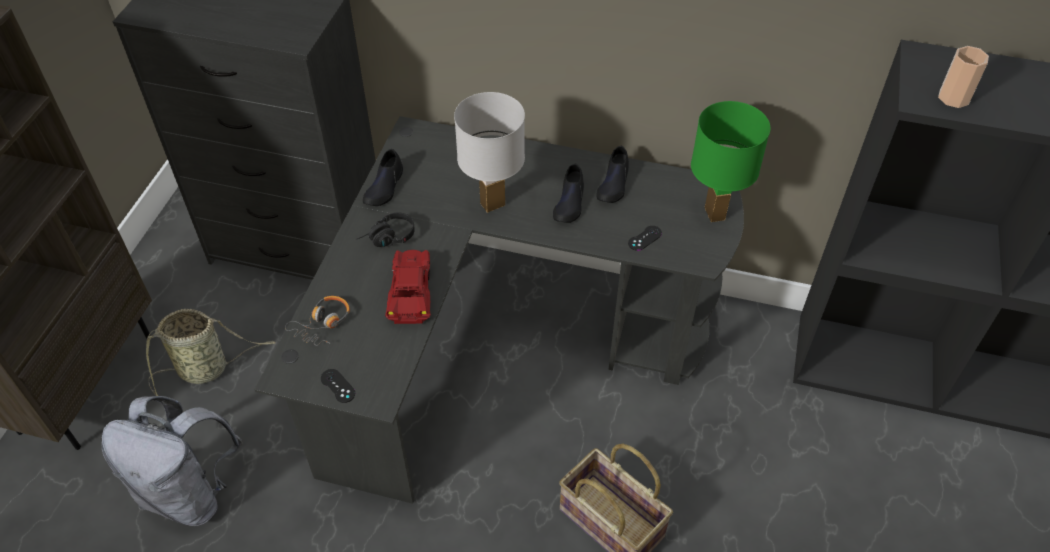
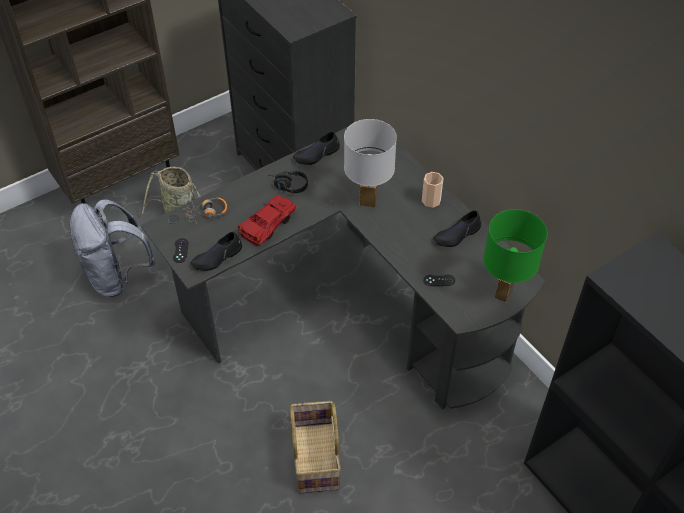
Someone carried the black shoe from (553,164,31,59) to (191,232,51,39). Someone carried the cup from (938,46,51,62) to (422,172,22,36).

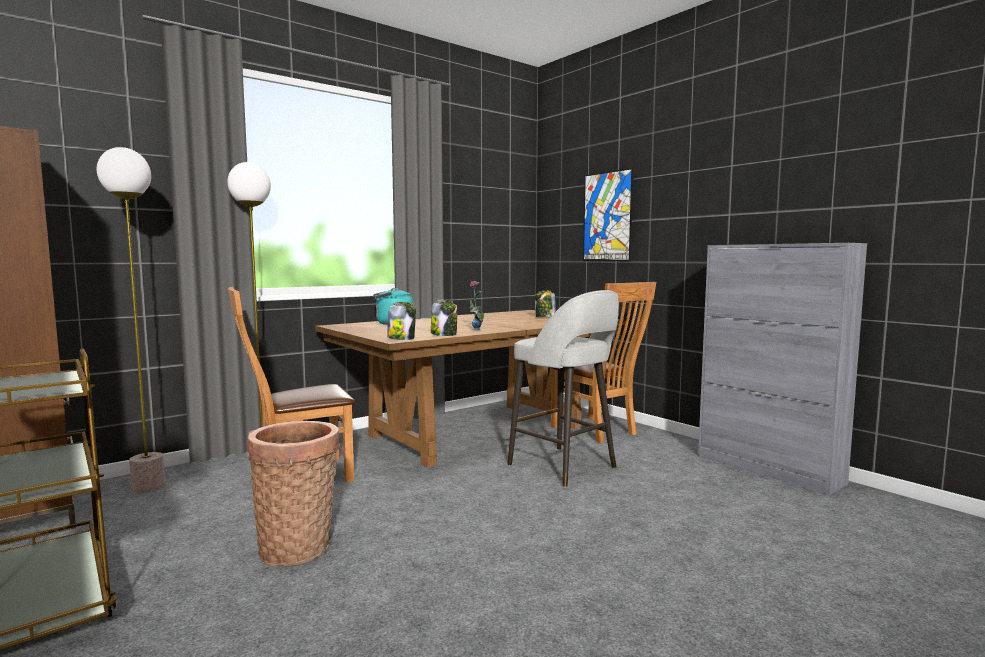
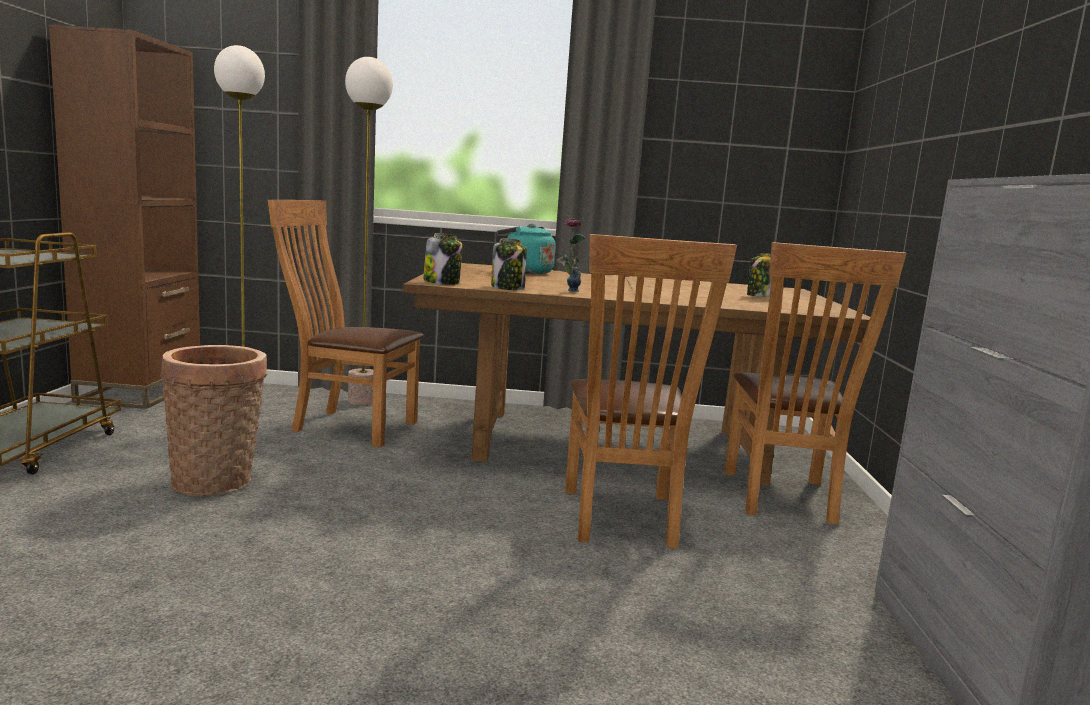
Someone took away the picture at (583,168,51,93). Someone swapped the grey stool at (507,290,112,197) for the brown chair at (565,234,172,314).

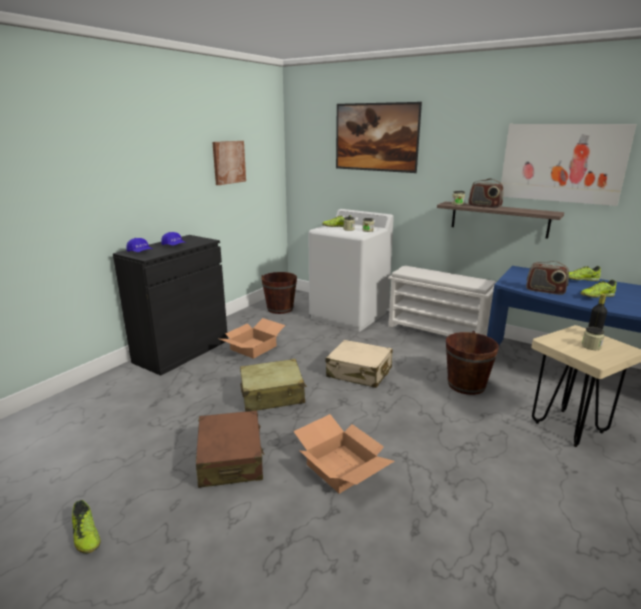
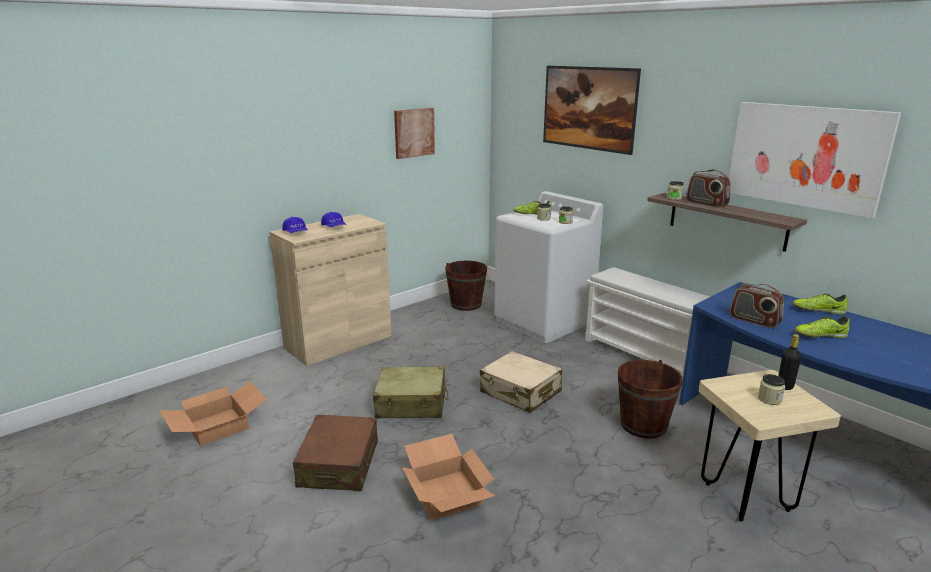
Someone took away the shoe at (72,500,28,54). Someone carried the cardboard box from (220,318,65,41) to (159,381,108,65). Someone repainted the black cabinet at (113,235,115,141), which became the beige cabinet at (269,214,123,152).

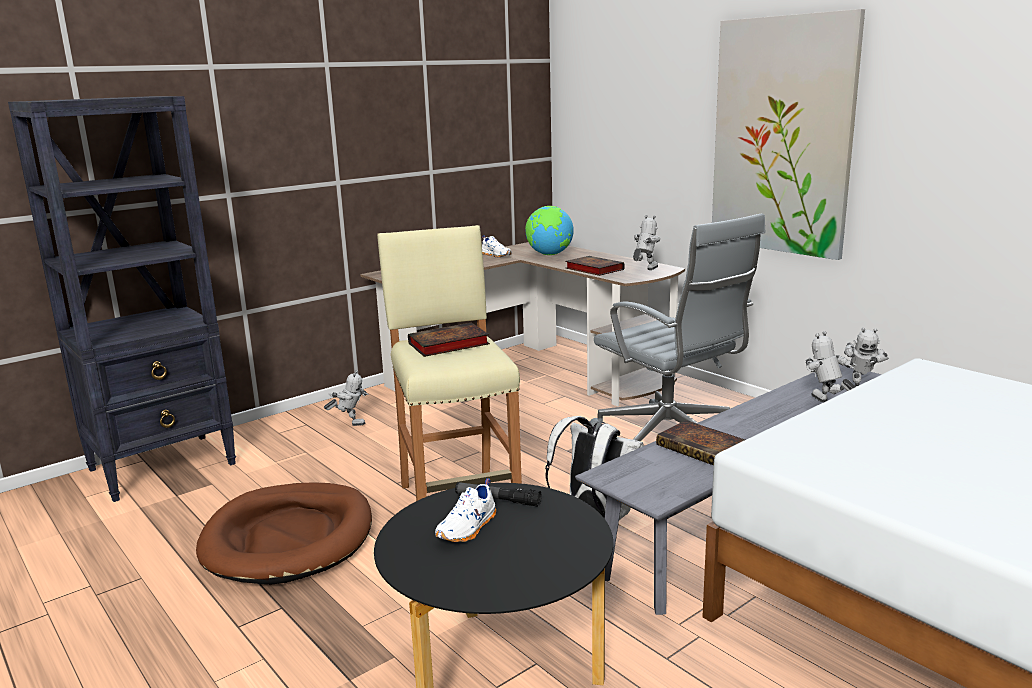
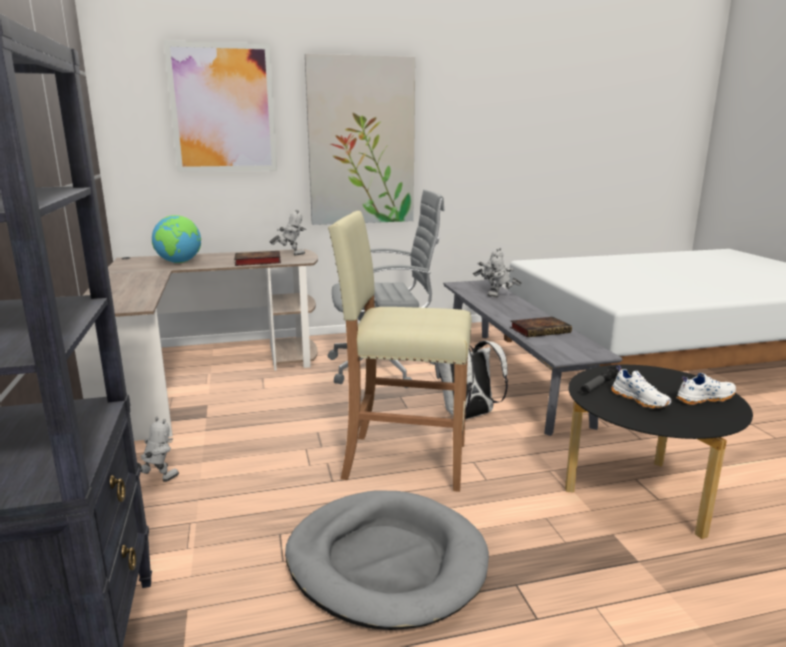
Someone took away the book at (408,323,82,34). Someone put up the picture at (164,40,113,132). Someone carried the white shoe from (482,235,30,23) to (676,373,60,32). Someone repainted the brown dog bed at (196,482,176,103), which became the grey dog bed at (285,491,204,139). Someone rotated the toy robot at (633,215,27,55) by 105 degrees clockwise.

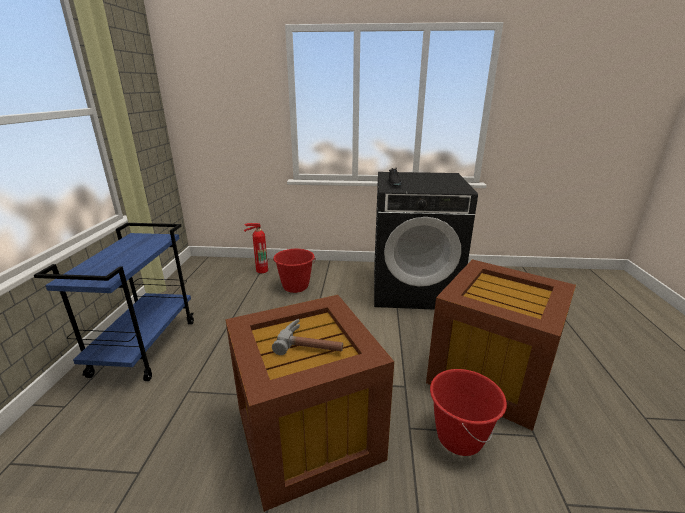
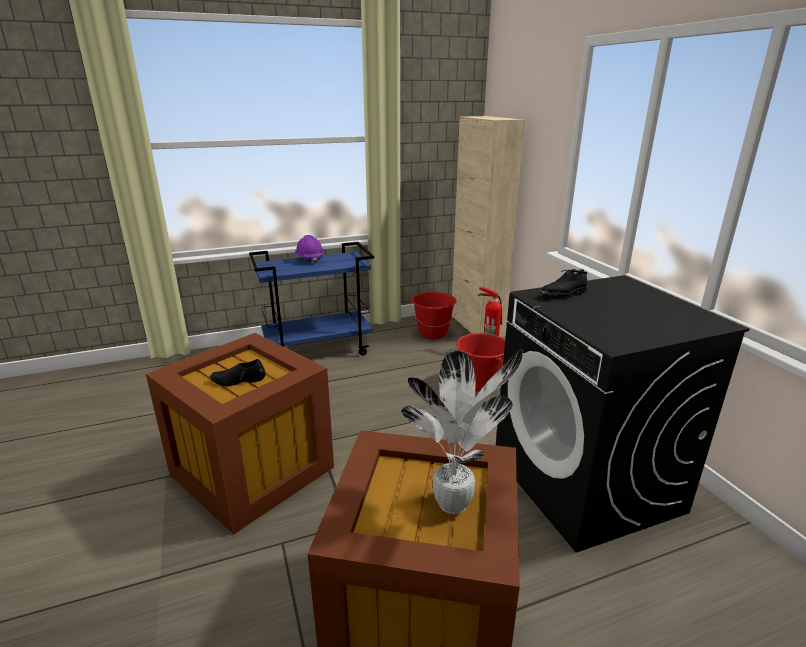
Someone put down the purple hard hat at (295,235,29,29). Someone put down the potted plant at (401,348,122,166). Someone put down the beige cabinet at (451,116,74,221). Someone carried the red bucket from (430,369,77,87) to (411,292,46,47). Someone swapped the hammer at (272,319,71,36) for the black shoe at (210,359,56,27).

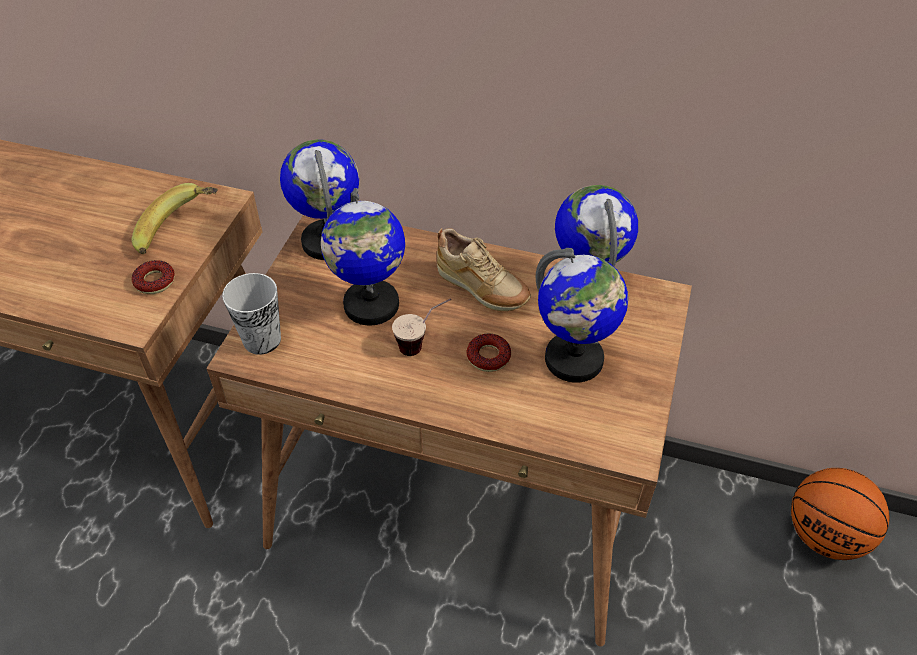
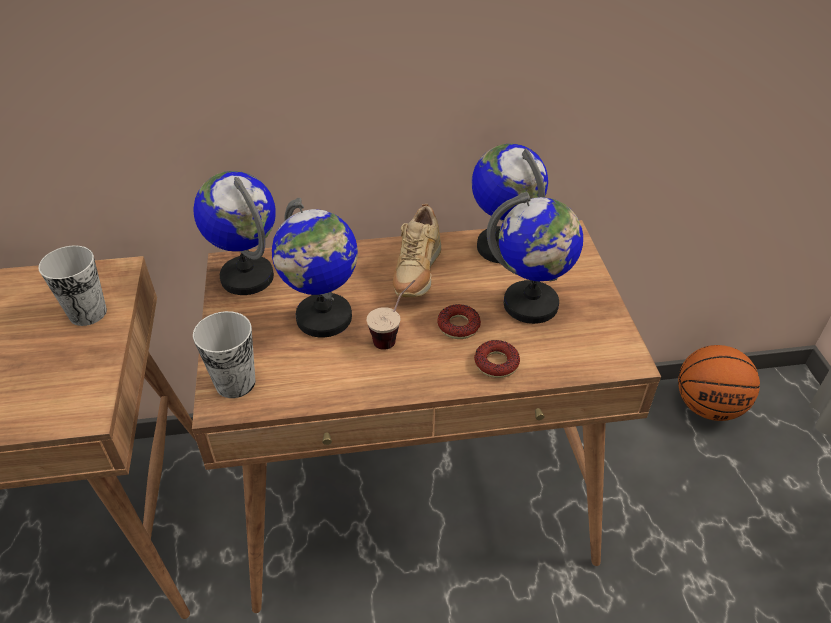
Someone carried the donut from (132,260,43,34) to (474,340,46,38). Someone swapped the banana at (131,183,87,71) for the cup at (38,245,69,81). Someone rotated the beige shoe at (437,228,94,83) by 90 degrees clockwise.

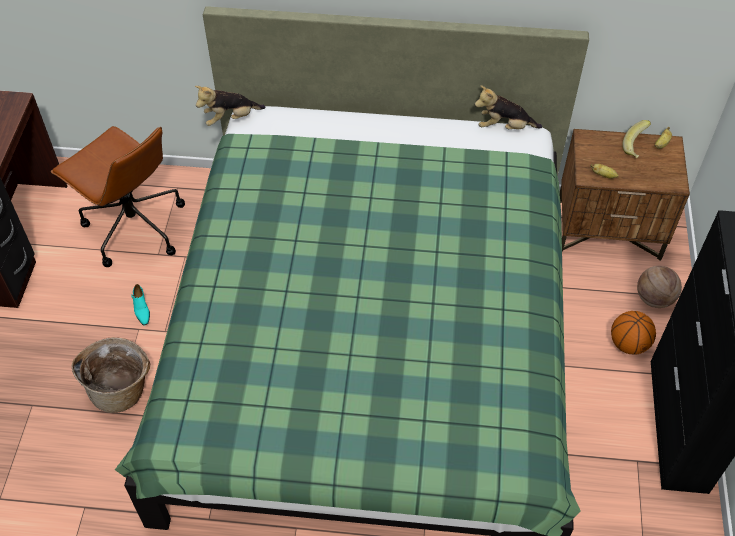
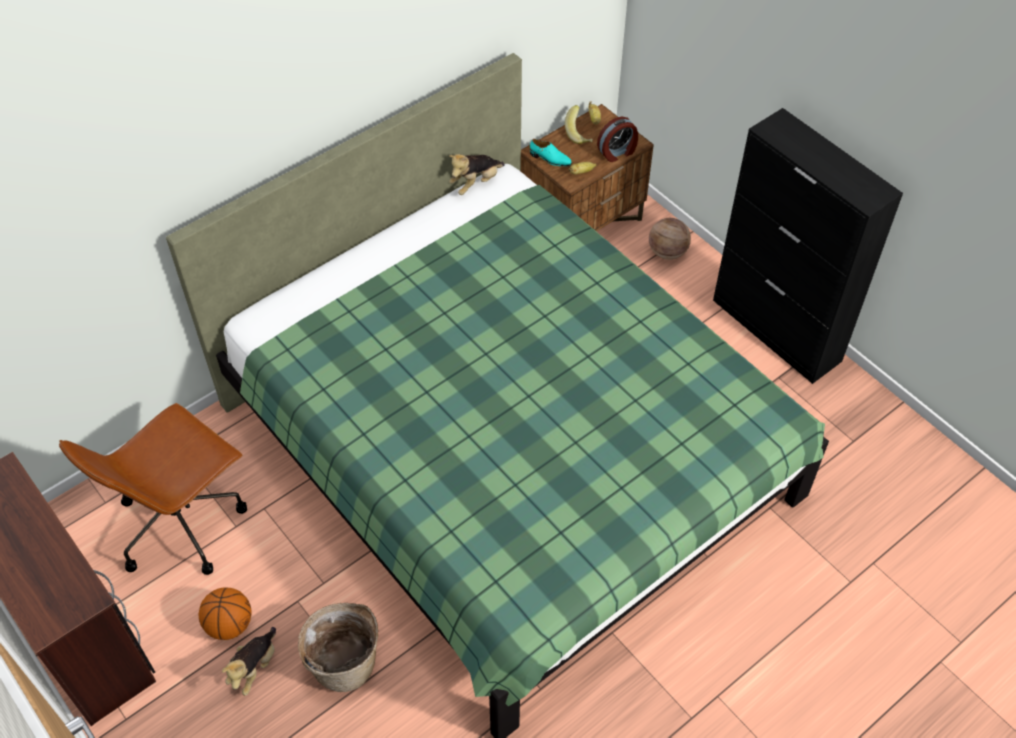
Someone put down the alarm clock at (597,116,41,46). Someone carried the turquoise shoe from (132,284,18,42) to (530,139,42,27). Someone carried the plush toy from (195,86,70,40) to (222,627,54,69). Someone carried the basketball from (611,311,45,43) to (199,587,53,53). Someone rotated the brown office chair at (51,126,134,141) by 135 degrees clockwise.

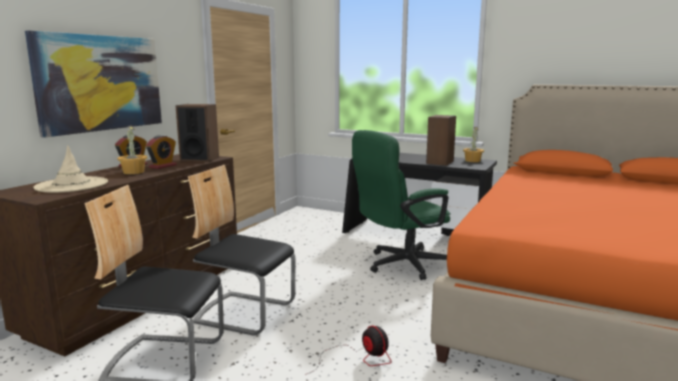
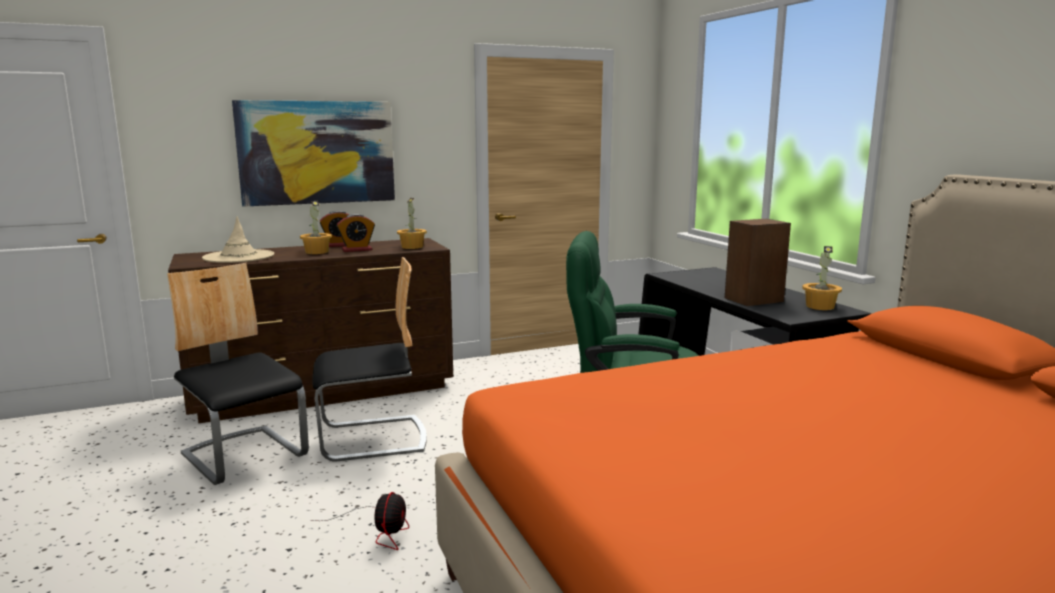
Someone swapped the speaker at (176,104,43,58) for the potted plant at (397,198,30,51). Someone rotated the chair at (188,165,107,170) by 105 degrees clockwise.

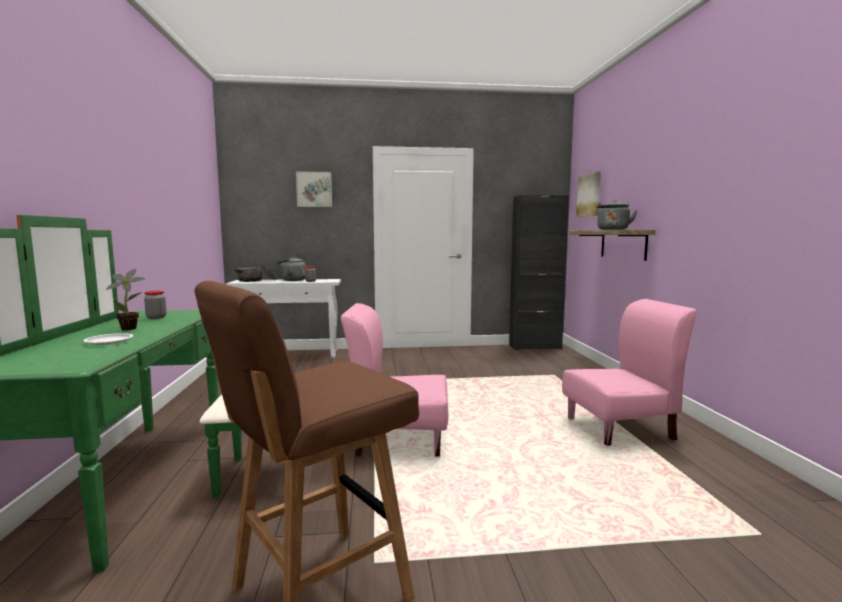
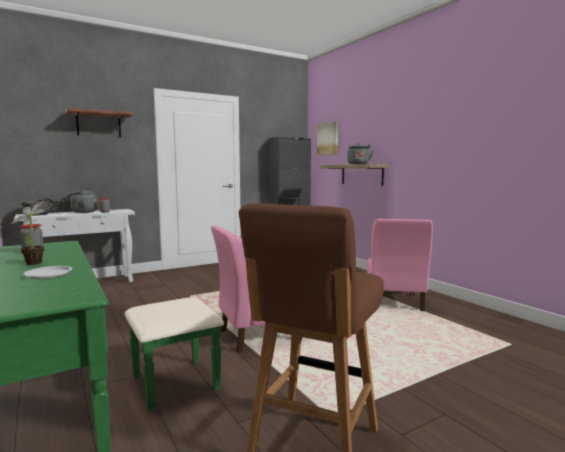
Someone swapped the picture at (296,171,36,36) for the shelf at (66,108,67,29). Someone rotated the pink chair at (562,299,135,147) by 135 degrees clockwise.

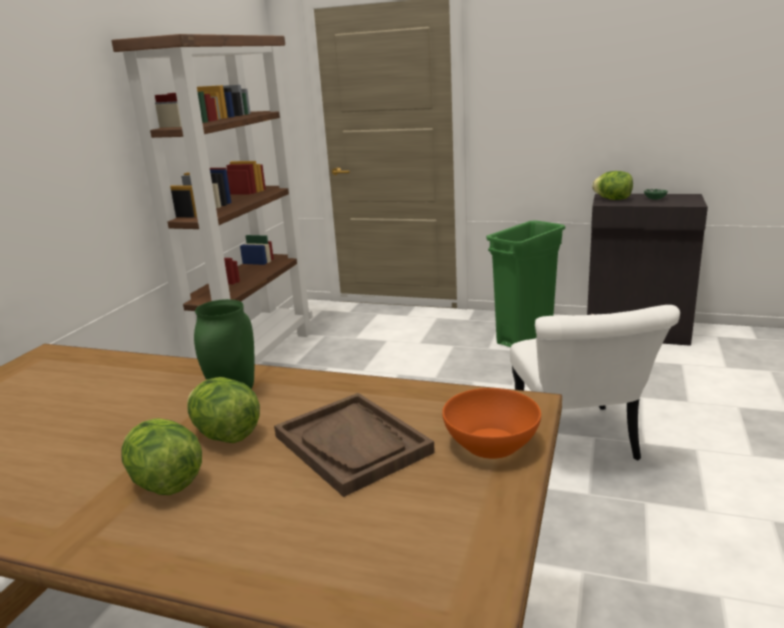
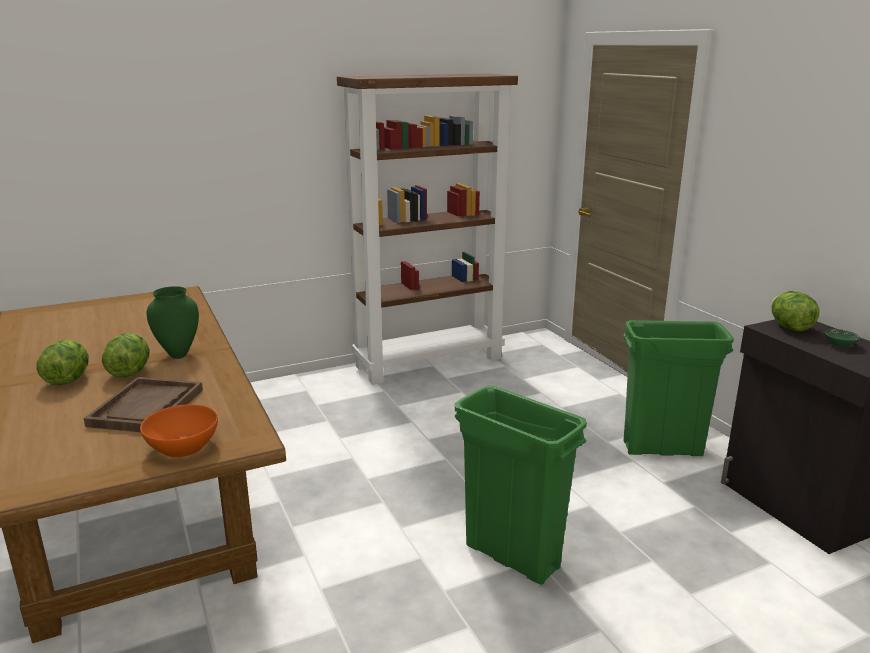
Someone swapped the white chair at (510,305,170,155) for the green trash can at (455,385,132,200).

